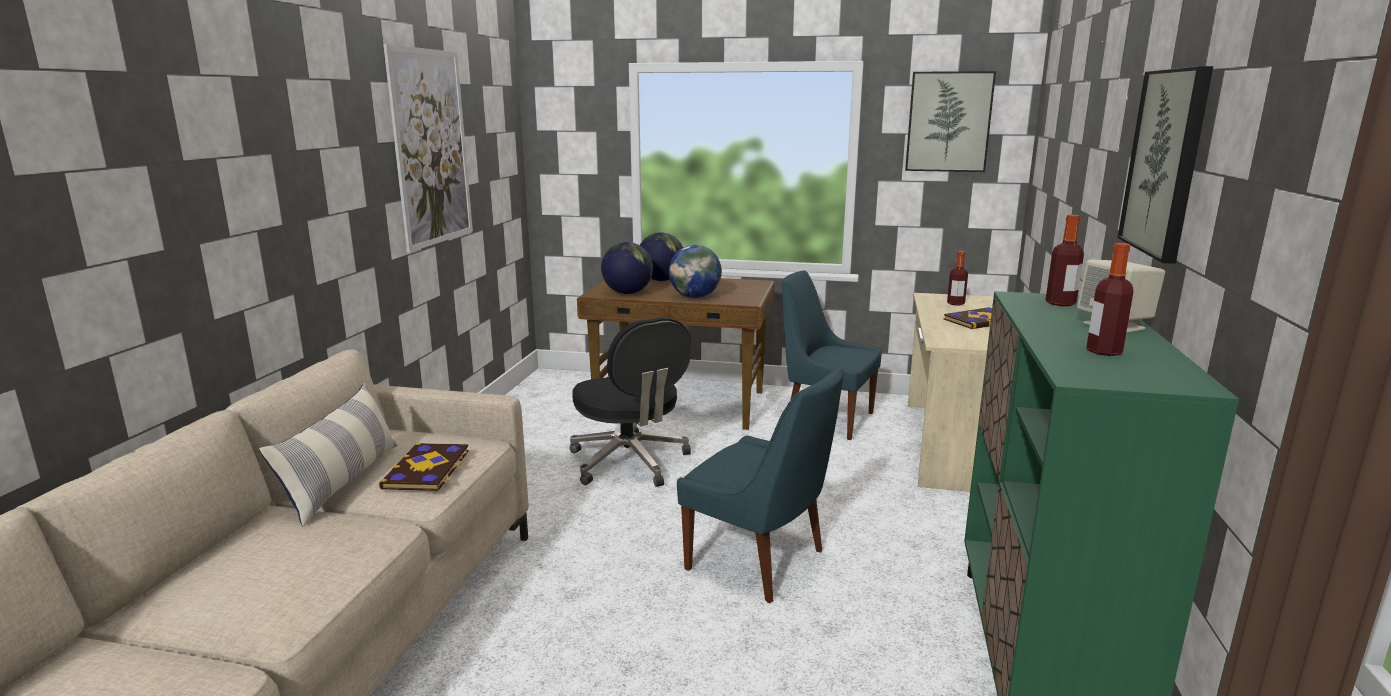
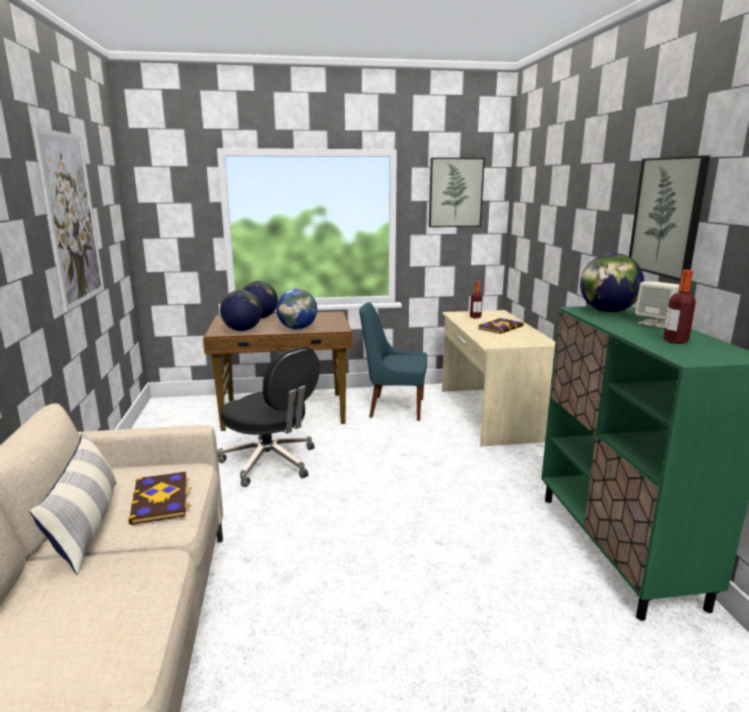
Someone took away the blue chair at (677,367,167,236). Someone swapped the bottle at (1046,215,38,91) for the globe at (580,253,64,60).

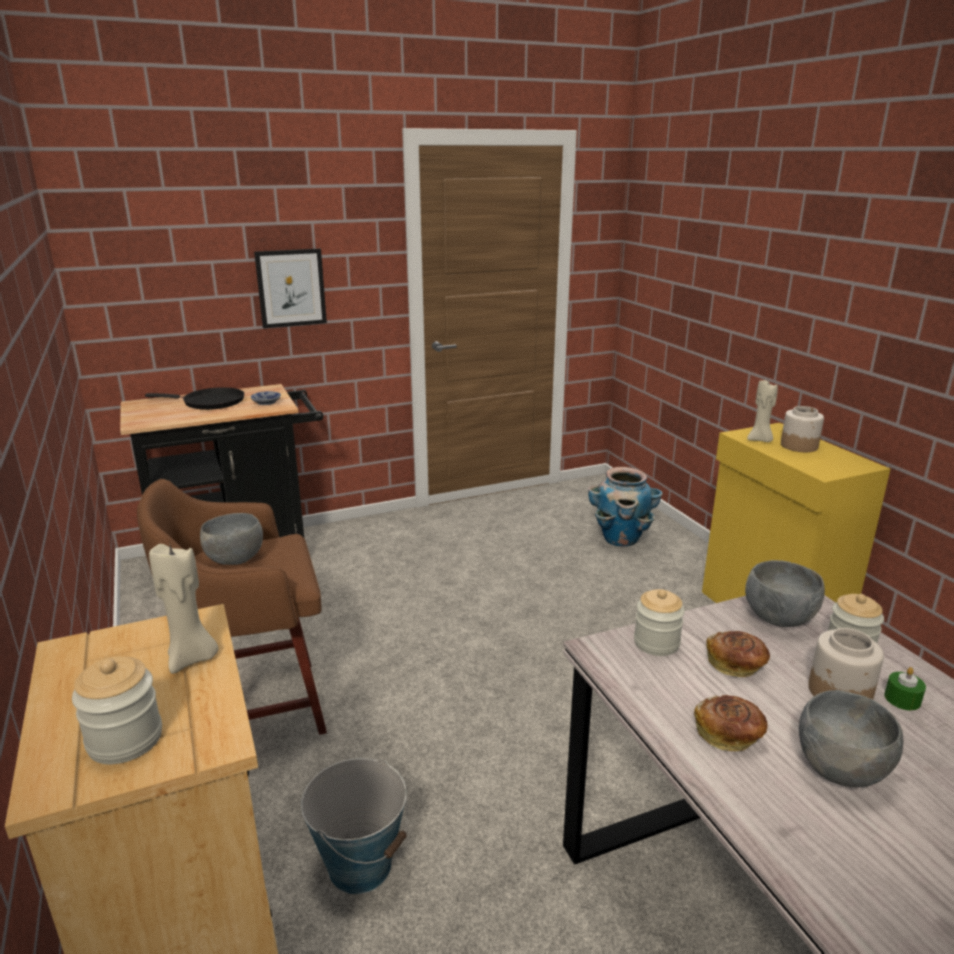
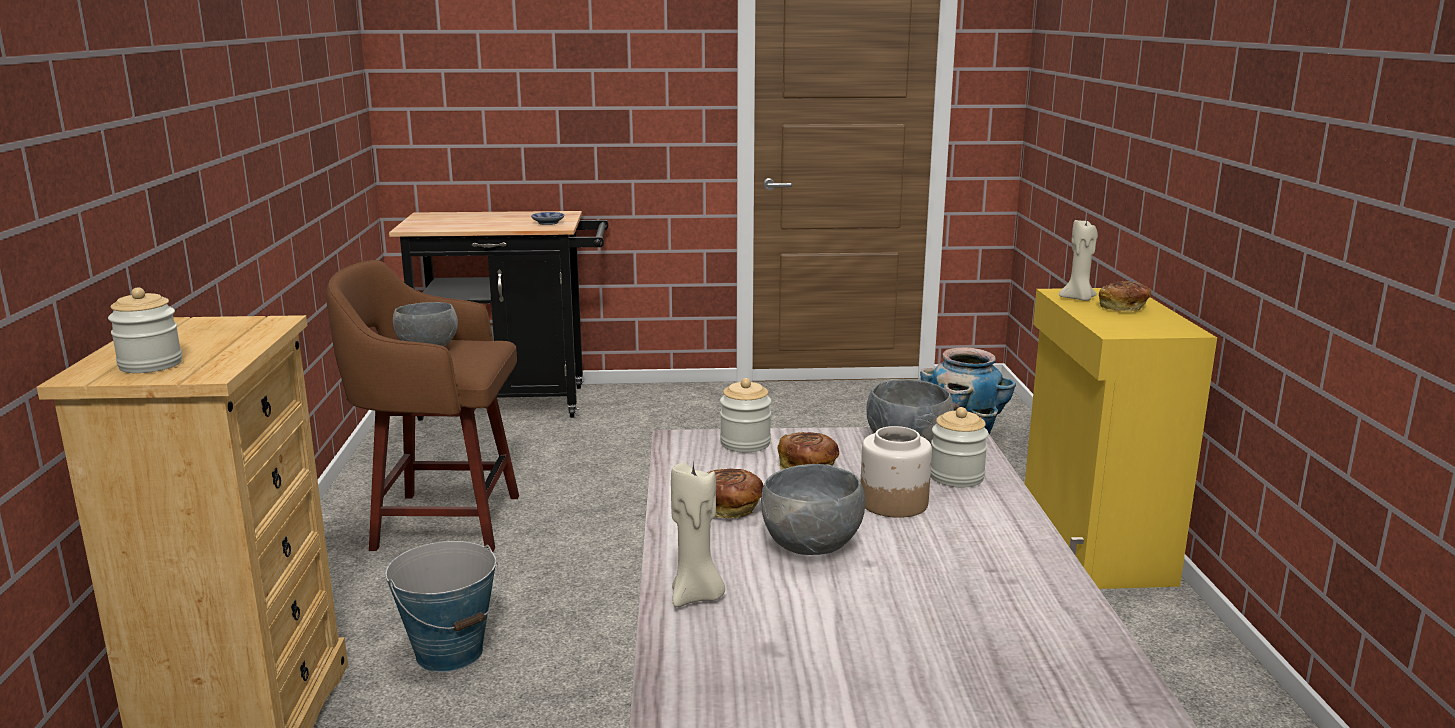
Someone took away the black frying pan at (145,387,99,23). Someone took away the picture at (254,249,73,80). Someone took away the green candle at (884,667,42,44). Someone carried the beige candle from (149,541,69,133) to (671,460,54,147). Someone swapped the jar at (781,406,43,46) for the bread at (1099,281,52,30).

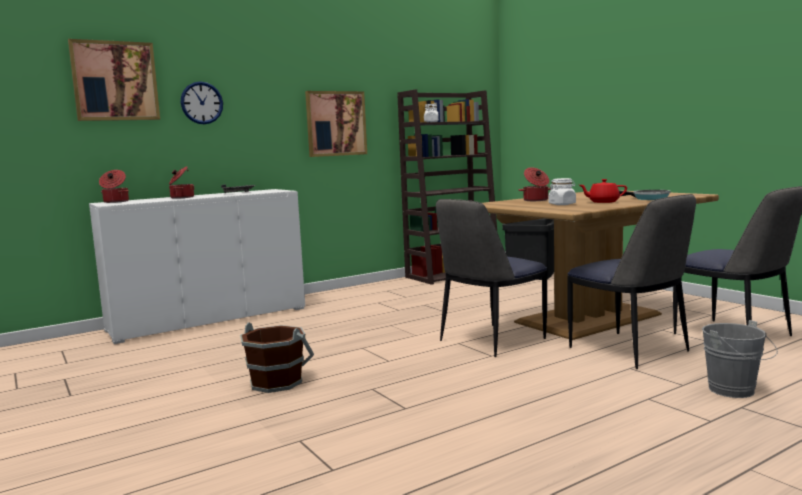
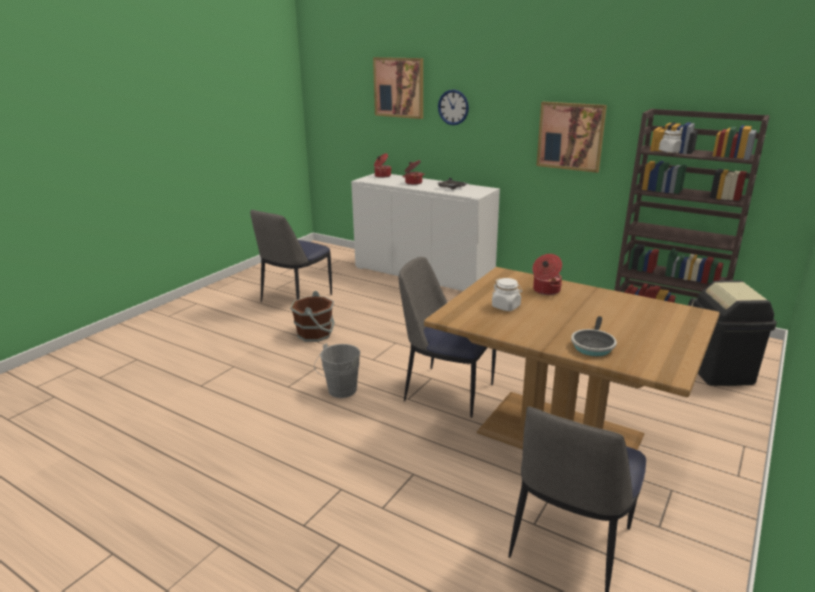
Someone took away the red teapot at (579,179,48,24). Someone carried the chair from (567,194,129,175) to (250,210,82,92). Someone carried the grey bucket from (702,320,76,78) to (314,343,46,55).

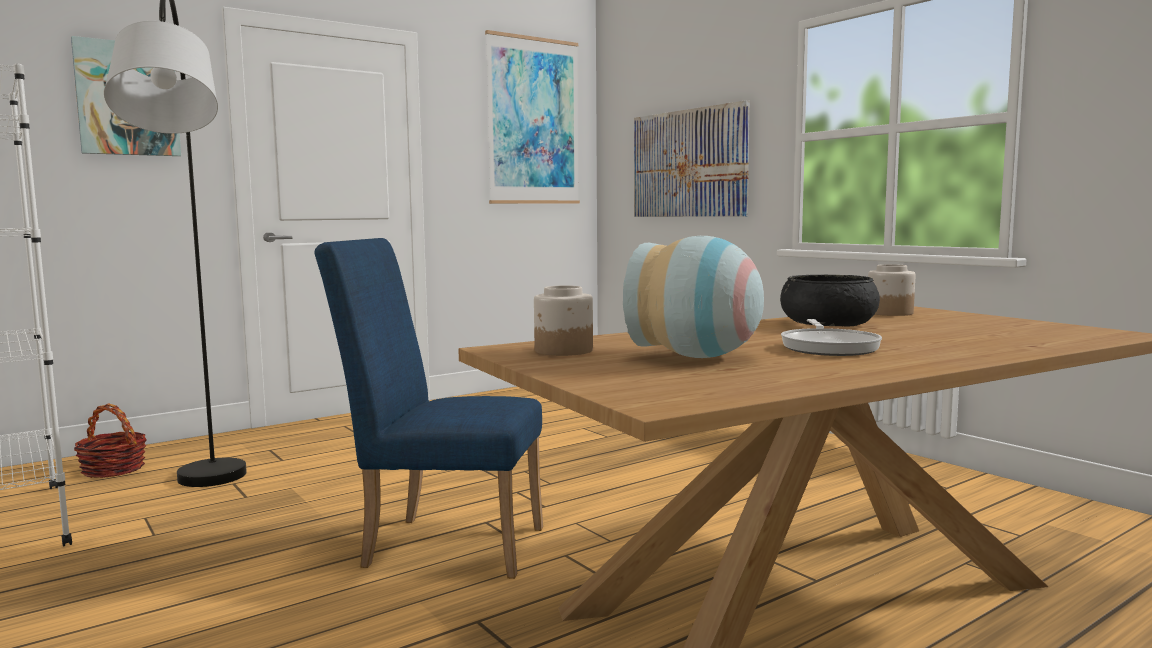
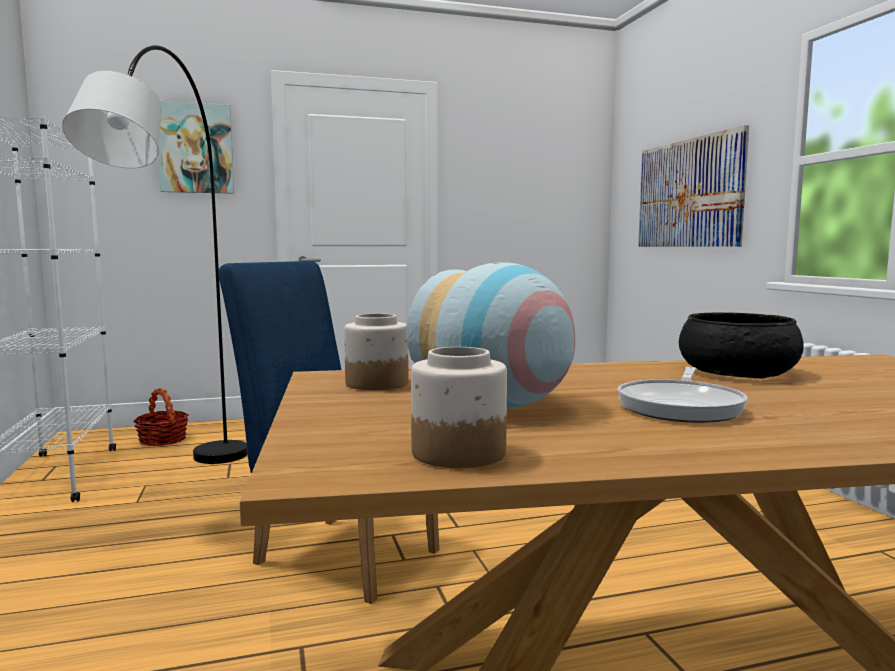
Someone took away the picture at (485,30,95,174). Someone carried the jar from (868,264,47,52) to (411,347,96,121).

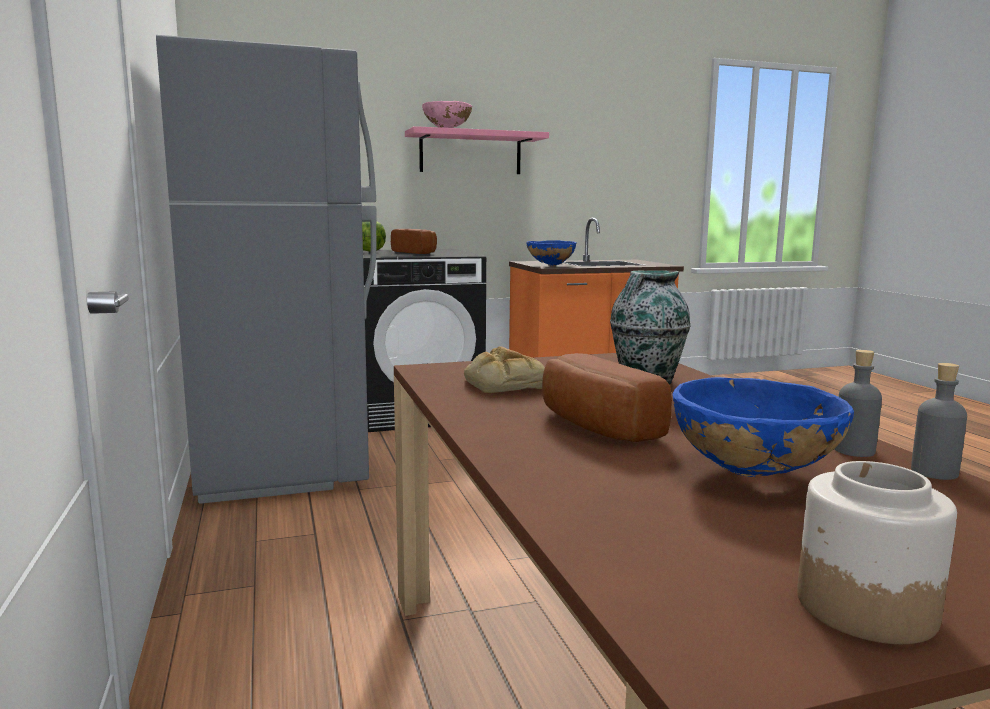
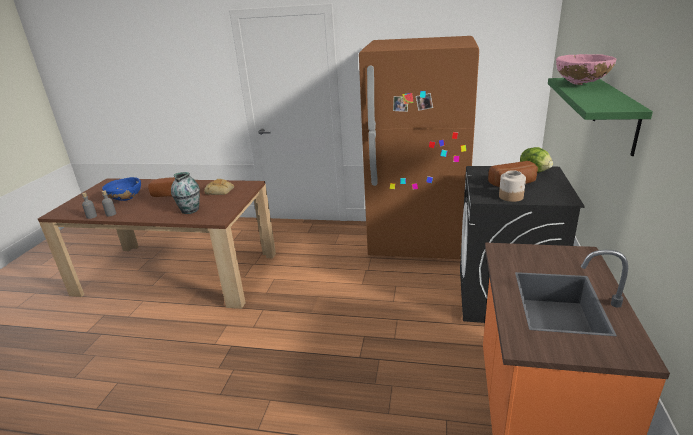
Someone took away the blue bowl at (526,240,51,26). Someone carried the jar from (797,461,160,183) to (499,170,27,32). Someone repainted the grey fridge at (156,35,221,469), which became the brown fridge at (359,36,120,223). Someone repainted the pink shelf at (405,126,144,48), which became the green shelf at (548,78,105,78).

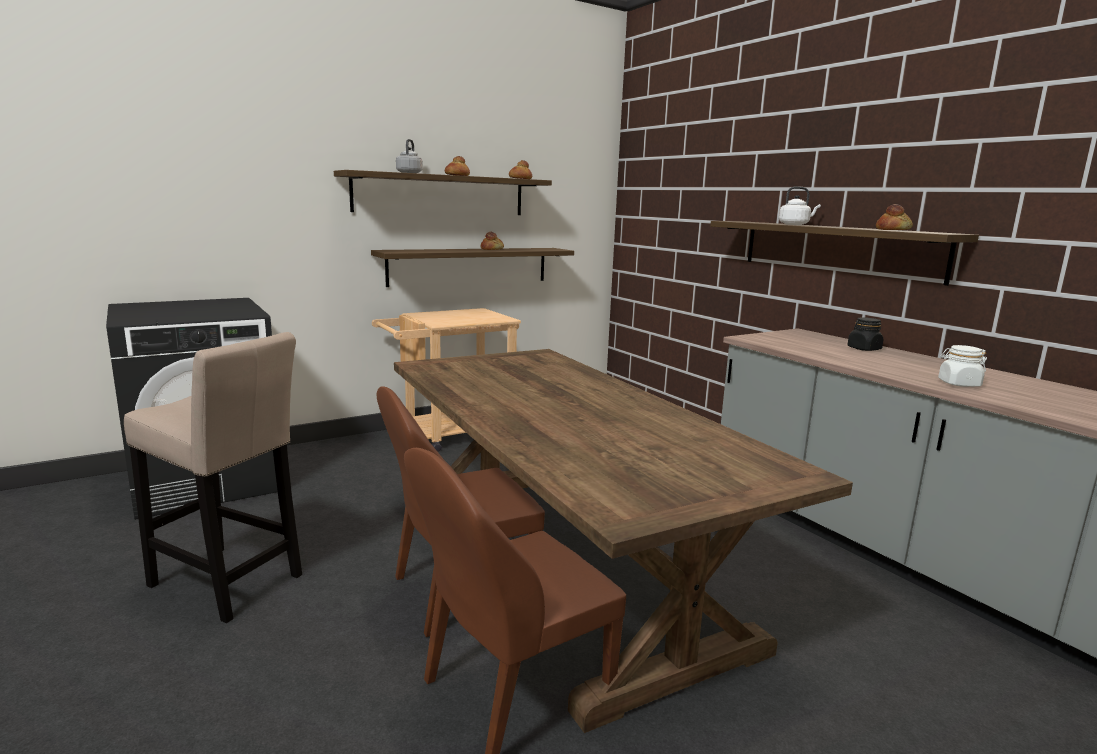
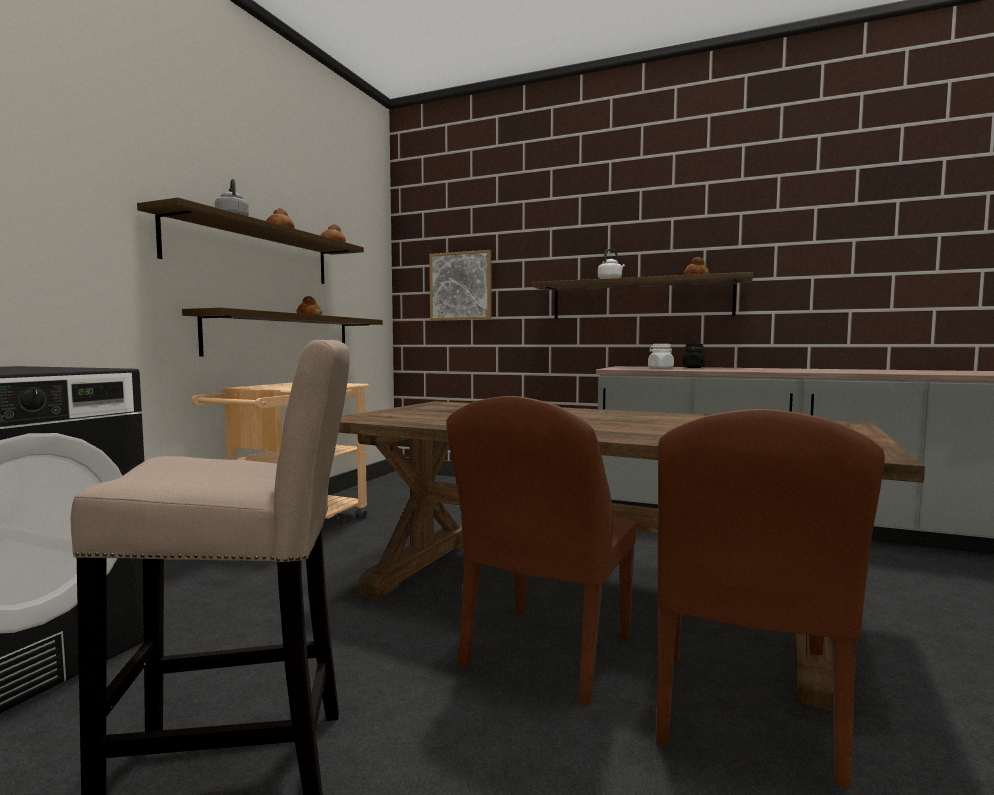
Someone put up the picture at (429,250,62,70). Someone carried the white jar from (938,345,49,42) to (648,344,26,24).

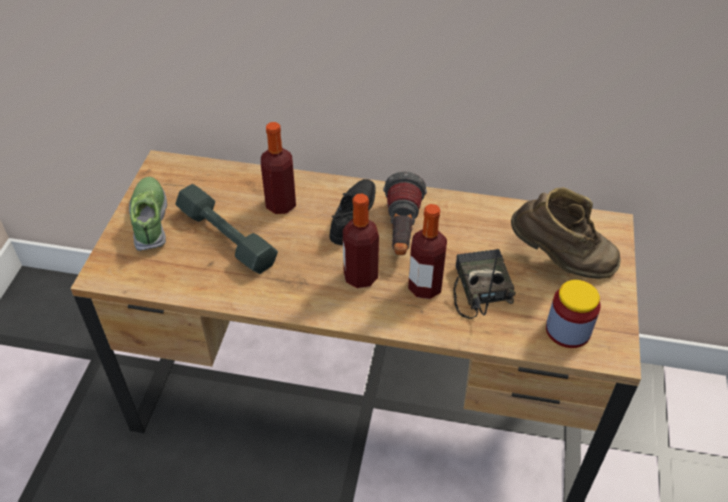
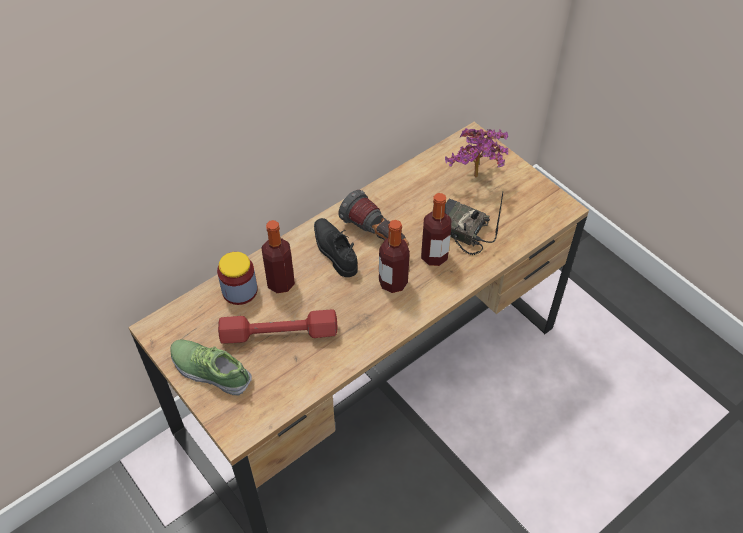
Someone carried the jar from (546,280,55,68) to (217,252,41,53). Someone swapped the brown boot at (511,187,110,92) for the potted plant at (445,128,63,50). Someone repainted the grey dumbbell at (175,184,103,90), which became the red dumbbell at (218,310,120,34).

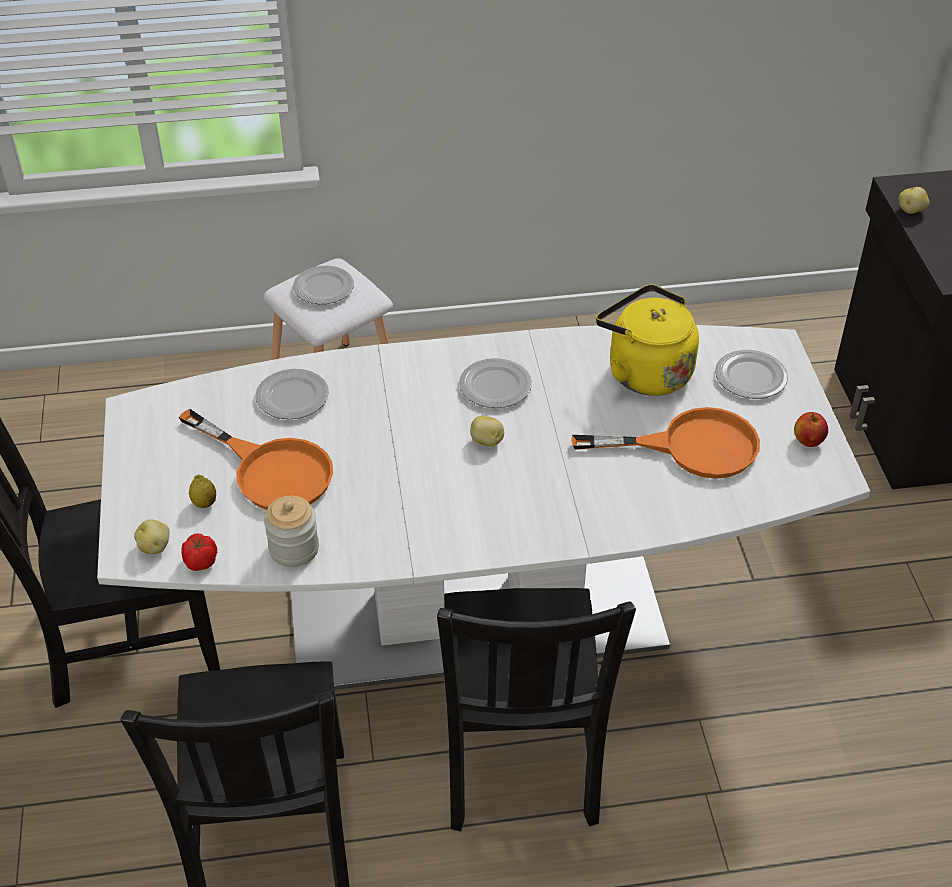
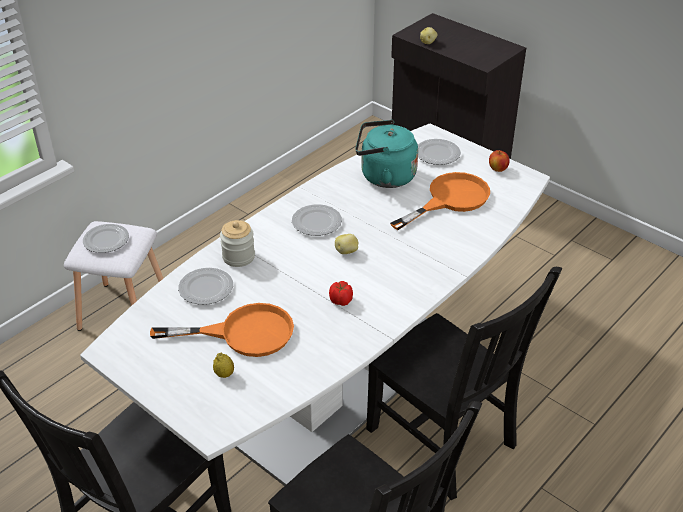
Someone took away the potato at (134,519,36,35). Someone carried the tomato from (181,533,36,38) to (329,281,24,25). Someone carried the jar from (264,496,55,71) to (220,220,35,47). Someone repainted the yellow kettle at (596,284,103,112), which became the turquoise kettle at (355,120,63,68).

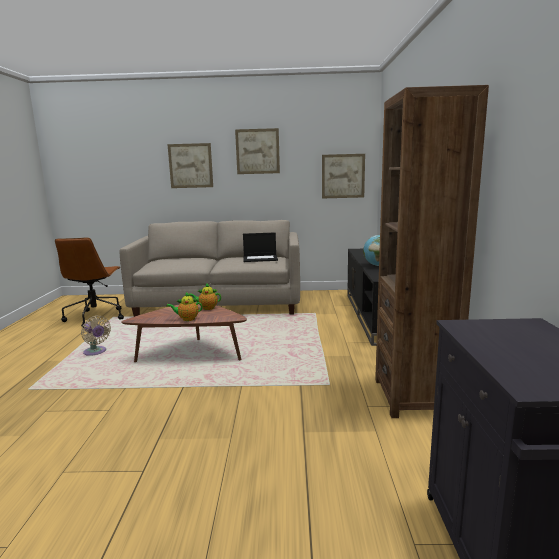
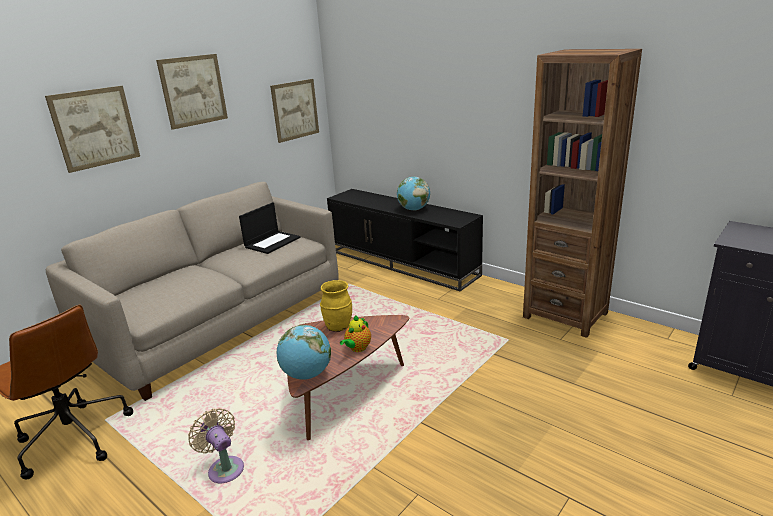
Someone put down the globe at (276,325,55,55). Someone swapped the teapot at (189,283,32,27) for the yellow vase at (320,280,32,52). Someone rotated the beige fan at (81,315,30,41) by 120 degrees counterclockwise.

